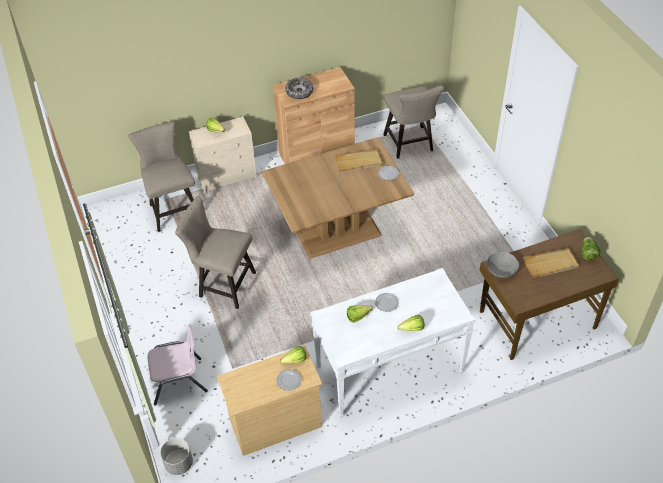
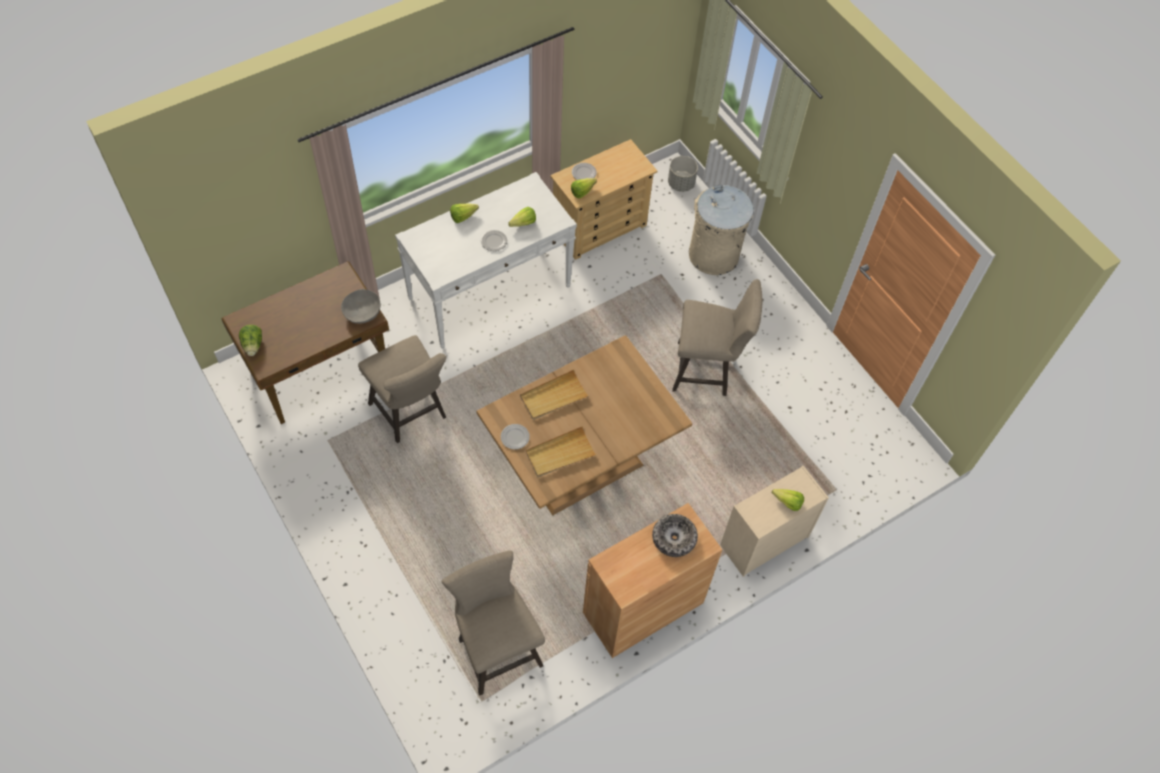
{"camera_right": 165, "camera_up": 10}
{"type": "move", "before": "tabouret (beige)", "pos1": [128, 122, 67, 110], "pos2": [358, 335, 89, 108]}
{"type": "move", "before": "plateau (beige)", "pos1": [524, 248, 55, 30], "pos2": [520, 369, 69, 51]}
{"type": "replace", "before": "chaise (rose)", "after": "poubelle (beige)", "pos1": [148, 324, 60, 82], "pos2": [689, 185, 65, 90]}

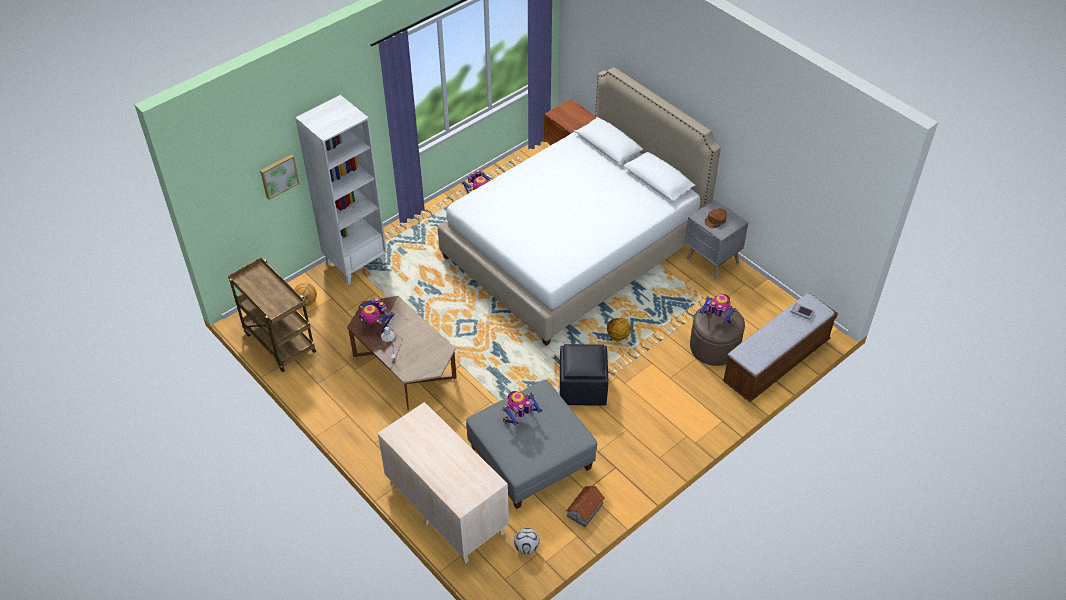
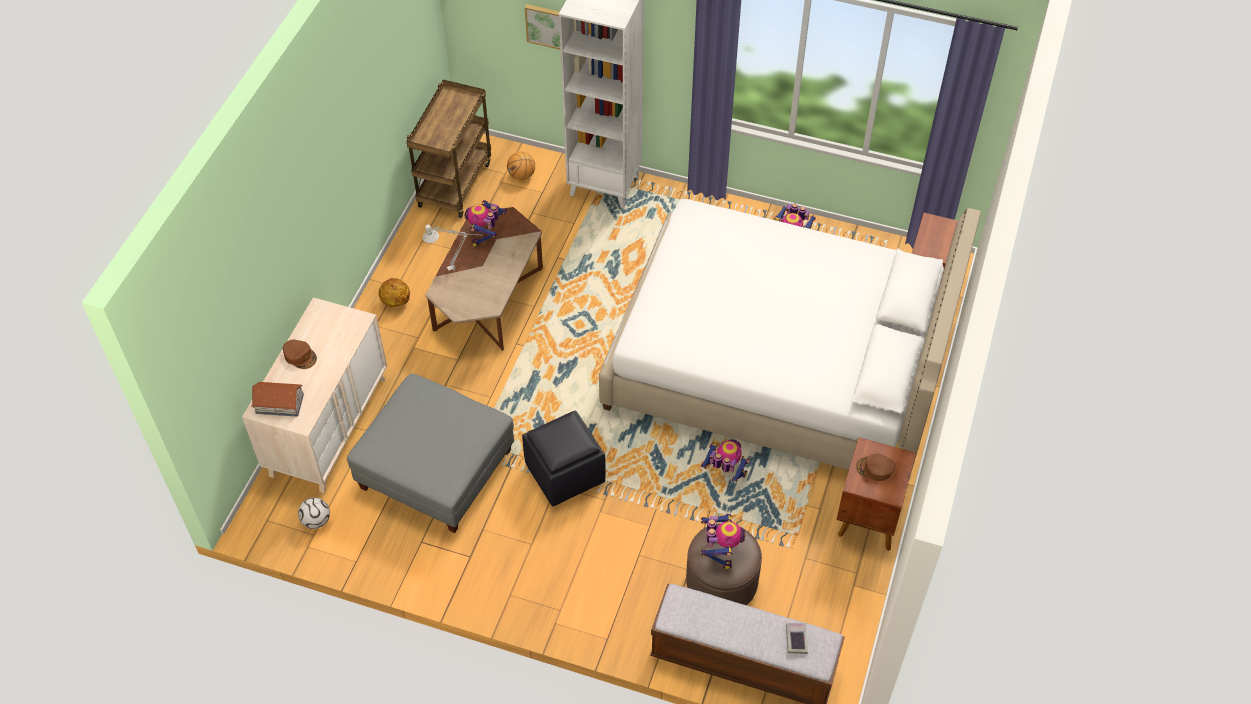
{"camera_right": 60, "camera_up": 5}
{"type": "move", "before": "maison miniature", "pos1": [566, 486, 39, 41], "pos2": [251, 382, 53, 35]}
{"type": "insert", "after": "casquette (marron)", "pos2": [283, 339, 34, 30]}
{"type": "move", "before": "ballon de basket", "pos1": [607, 318, 24, 23], "pos2": [379, 278, 31, 29]}
{"type": "move", "before": "robot jouet", "pos1": [502, 391, 40, 34], "pos2": [701, 439, 49, 43]}
{"type": "recolor", "before": "table de chevet (gris)", "after": "table de chevet (marron)", "pos1": [685, 199, 64, 81], "pos2": [836, 437, 80, 114]}

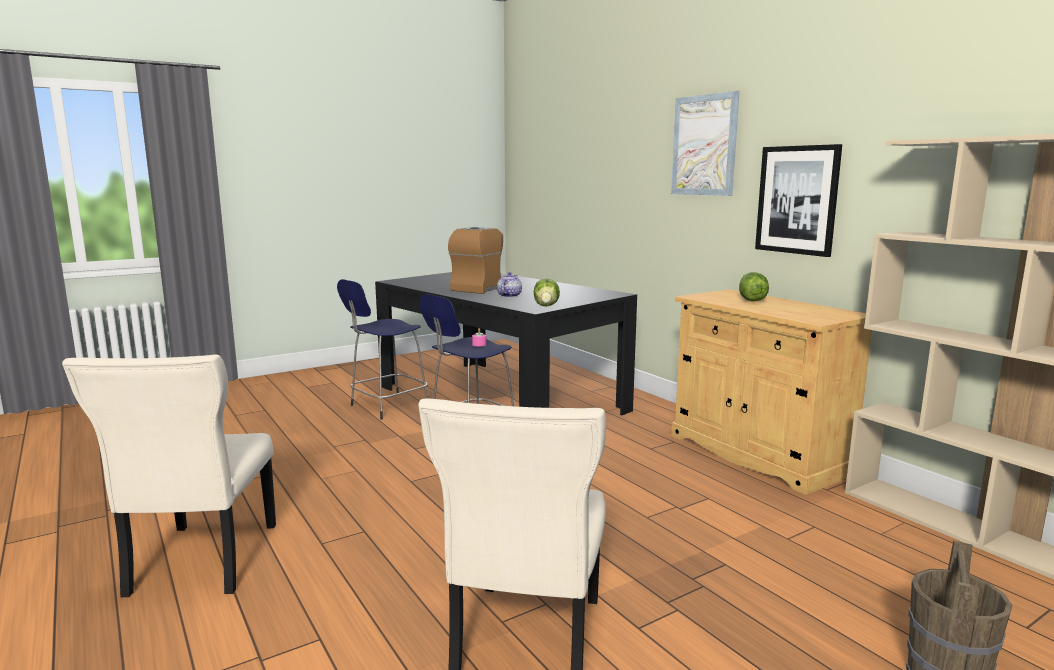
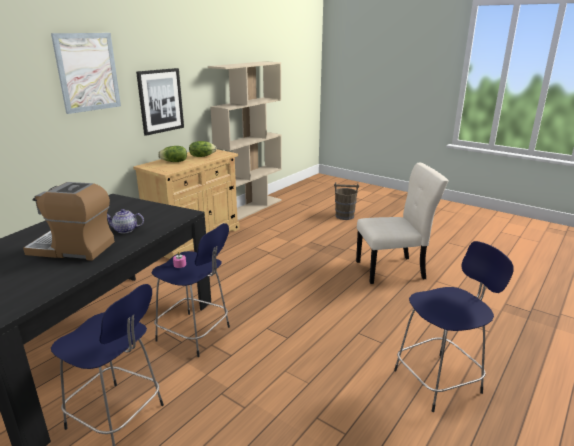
{"camera_right": -110, "camera_up": 10}
{"type": "move", "before": "laitue", "pos1": [534, 278, 26, 28], "pos2": [189, 141, 27, 16]}
{"type": "replace", "before": "chaise (beige)", "after": "tabouret (bleu)", "pos1": [62, 355, 214, 242], "pos2": [394, 241, 120, 171]}

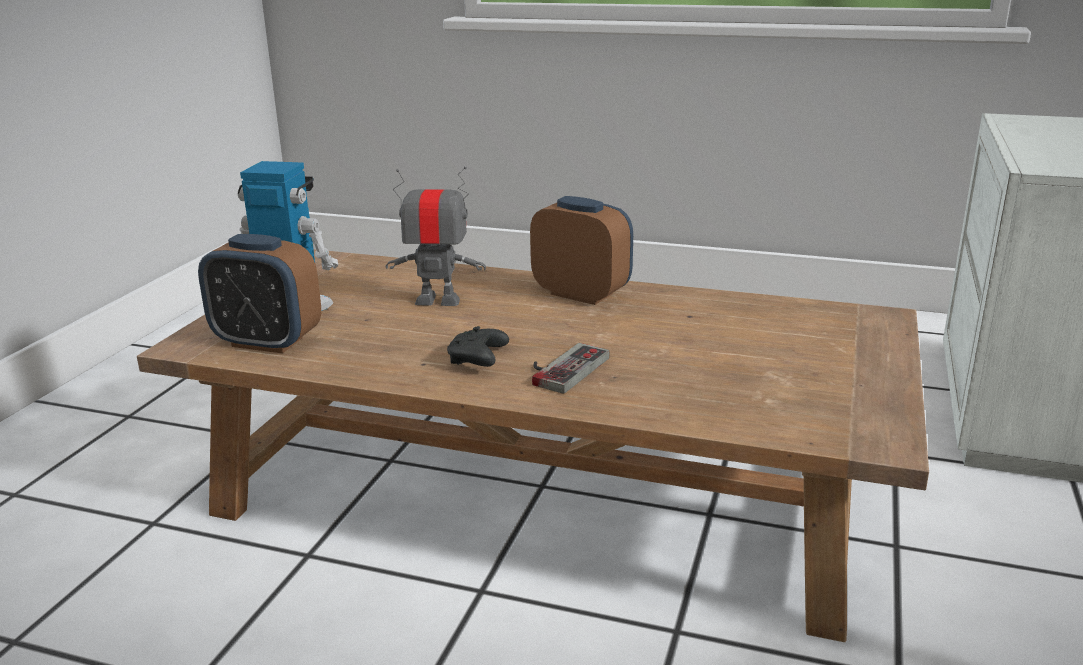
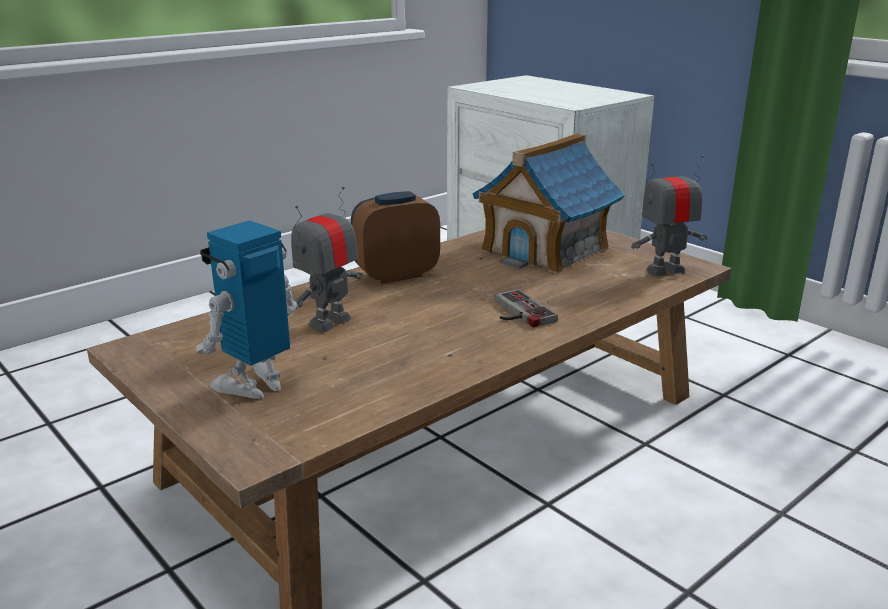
{"camera_right": -60, "camera_up": 0}
{"type": "insert", "after": "maison miniature", "pos2": [472, 133, 153, 141]}
{"type": "insert", "after": "robot jouet", "pos2": [631, 155, 76, 121]}
{"type": "delete", "before": "réveil", "pos1": [198, 234, 123, 119]}
{"type": "delete", "before": "manette (noir)", "pos1": [447, 326, 62, 41]}

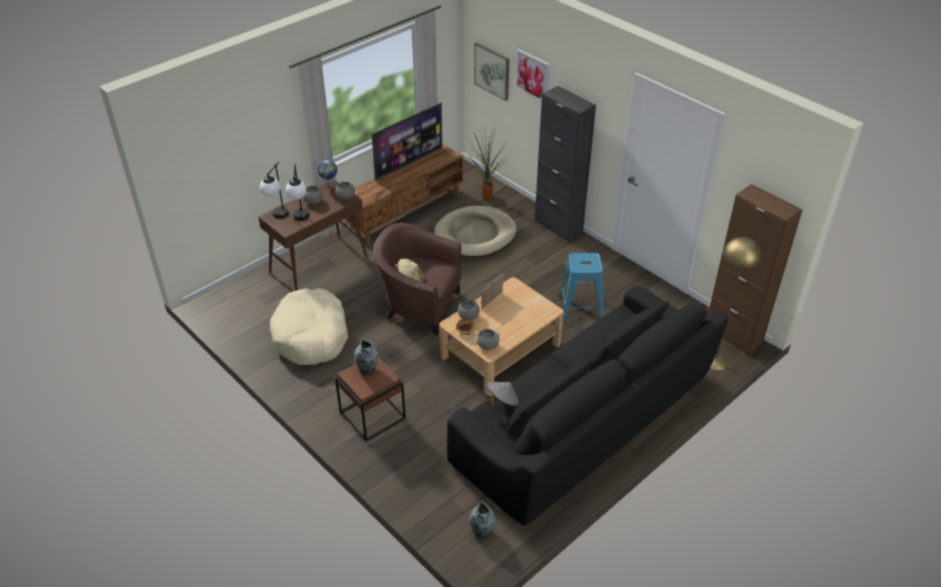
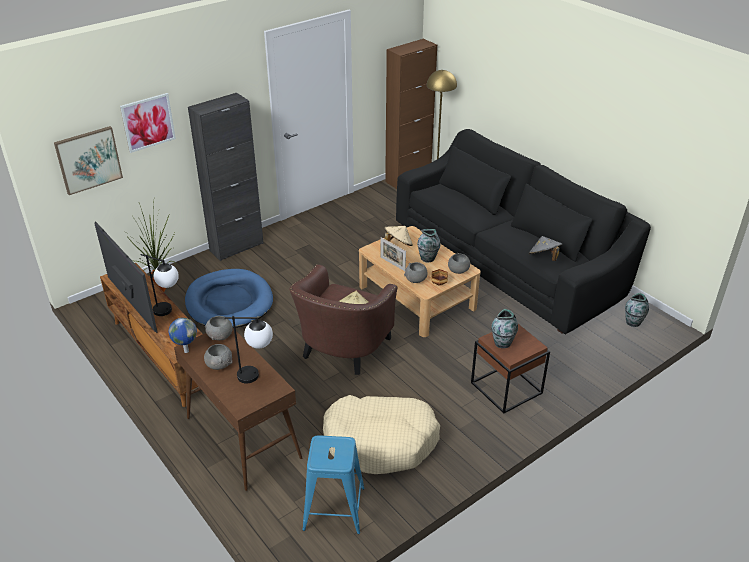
{"camera_right": -85, "camera_up": -5}
{"type": "move", "before": "lampe de table", "pos1": [260, 162, 29, 56], "pos2": [141, 254, 38, 62]}
{"type": "recolor", "before": "panier pour chien (beige)", "after": "panier pour chien (bleu)", "pos1": [434, 206, 83, 51], "pos2": [185, 269, 88, 59]}
{"type": "move", "before": "tabouret (bleu)", "pos1": [559, 253, 44, 69], "pos2": [302, 435, 63, 99]}
{"type": "insert", "after": "chapeau (beige)", "pos2": [385, 226, 28, 20]}
{"type": "insert", "after": "vase", "pos2": [417, 229, 23, 34]}

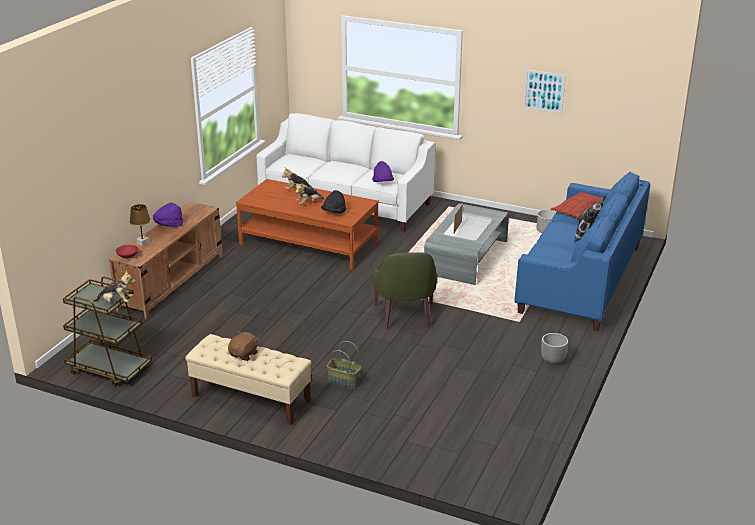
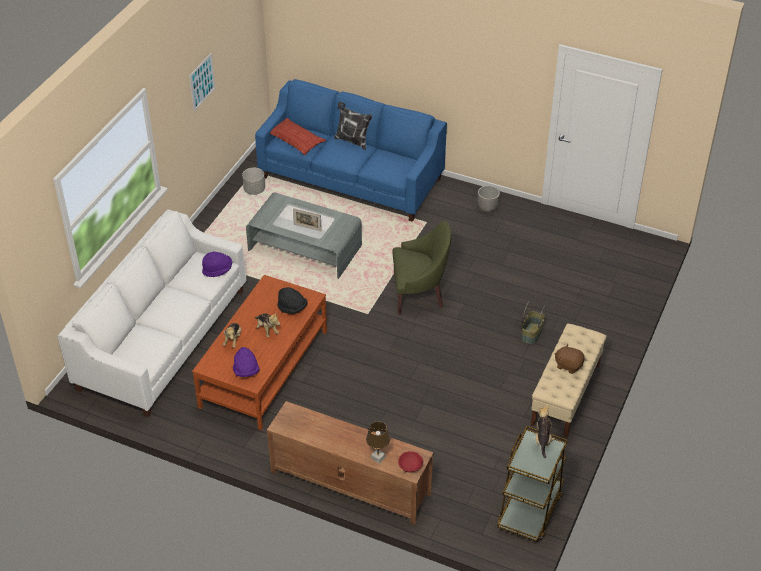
{"camera_right": -90, "camera_up": 15}
{"type": "move", "before": "chapeau (violet)", "pos1": [153, 203, 31, 24], "pos2": [233, 347, 27, 30]}

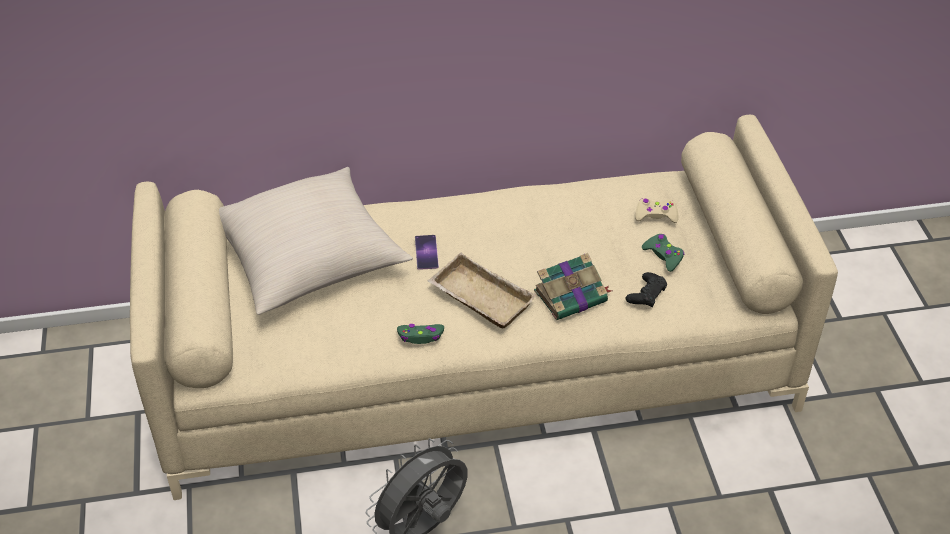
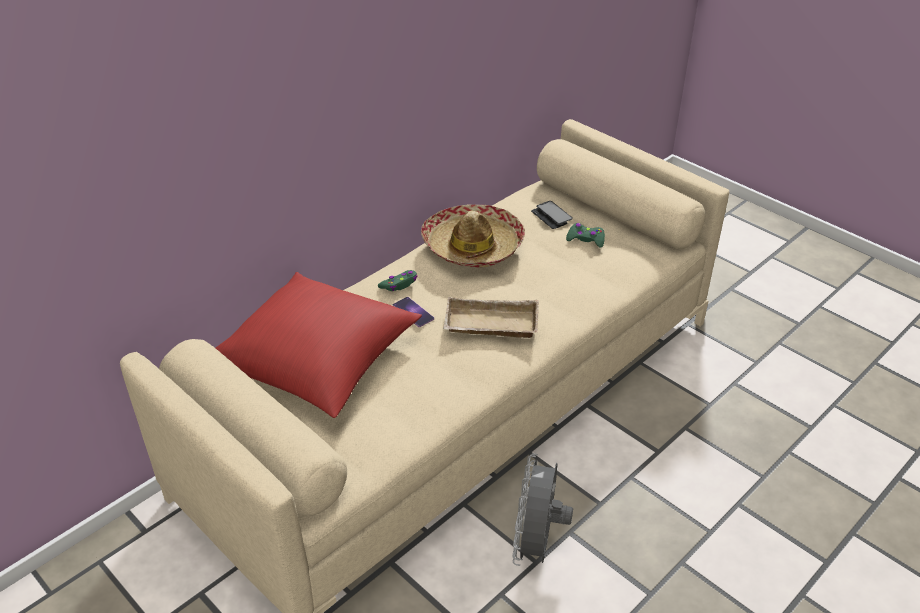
{"camera_right": -35, "camera_up": -5}
{"type": "recolor", "before": "coussin (beige)", "after": "coussin (rouge)", "pos1": [219, 167, 194, 148], "pos2": [216, 272, 206, 146]}
{"type": "move", "before": "manette (vert)", "pos1": [397, 324, 47, 20], "pos2": [378, 270, 40, 21]}
{"type": "insert", "after": "chapeau", "pos2": [421, 204, 104, 64]}
{"type": "replace", "before": "manette (beige)", "after": "téléphone", "pos1": [635, 198, 43, 25], "pos2": [531, 201, 42, 28]}
{"type": "delete", "before": "livre", "pos1": [534, 253, 79, 67]}
{"type": "delete", "before": "manette (noir)", "pos1": [626, 272, 41, 35]}

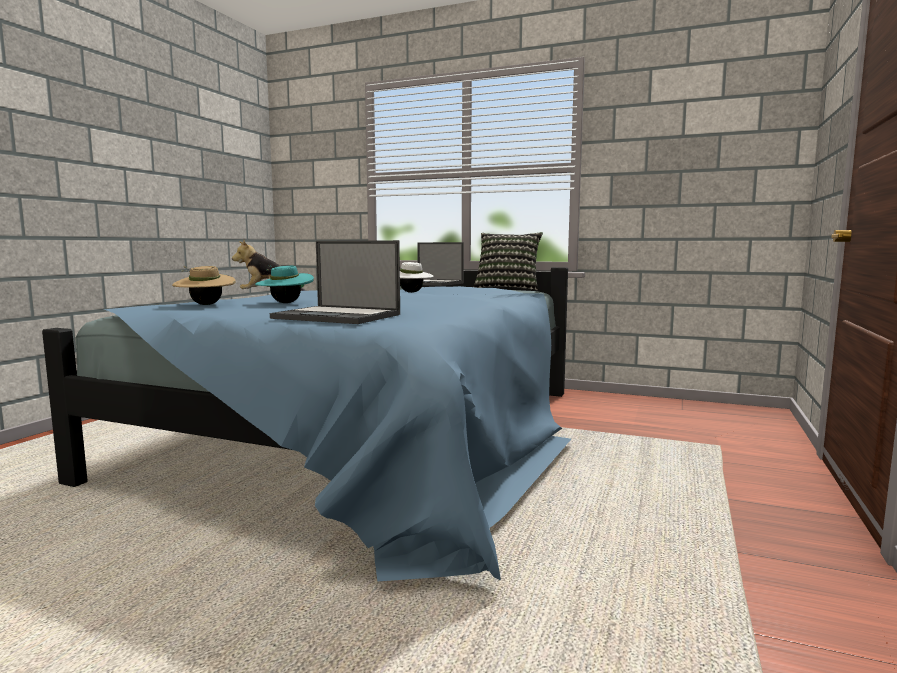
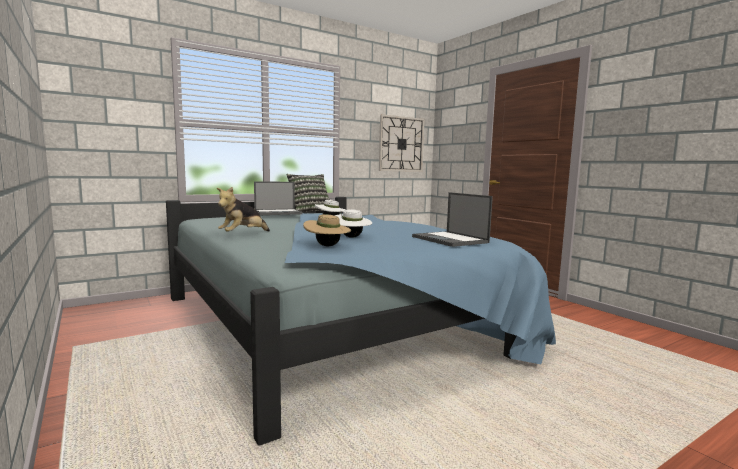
{"camera_right": -55, "camera_up": 0}
{"type": "recolor", "before": "chapeau (turquoise)", "after": "chapeau (blanc)", "pos1": [255, 265, 59, 38], "pos2": [335, 209, 37, 29]}
{"type": "insert", "after": "horloge murale", "pos2": [379, 114, 45, 58]}
{"type": "rotate", "before": "ordinateur portable", "pos1": [270, 240, 130, 84], "pos2": [412, 192, 81, 55], "turn": 90}

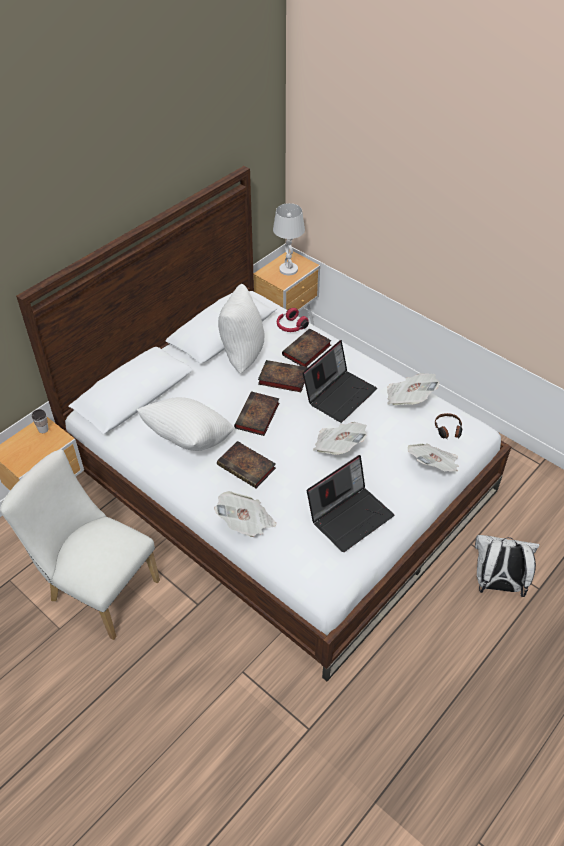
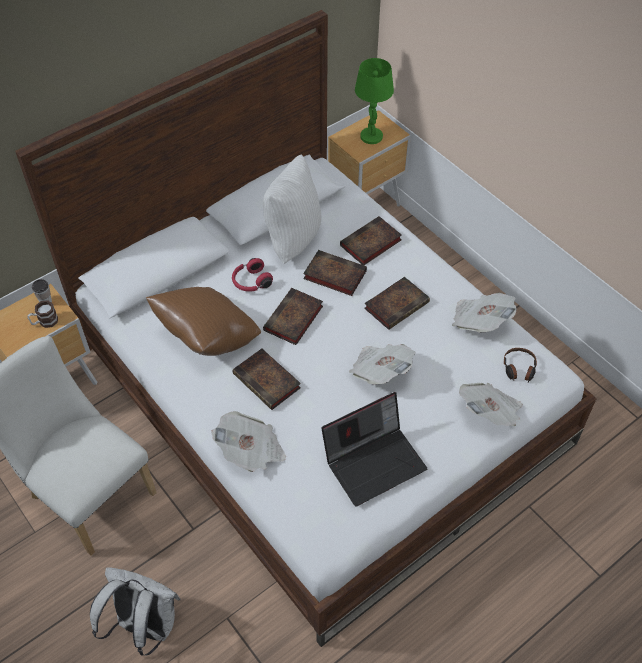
{"camera_right": 10, "camera_up": 5}
{"type": "insert", "after": "mug", "pos2": [28, 300, 30, 28]}
{"type": "move", "before": "sac à dos (blanc)", "pos1": [475, 535, 65, 62], "pos2": [90, 567, 91, 88]}
{"type": "recolor", "before": "coussin (blanc)", "after": "coussin (marron)", "pos1": [136, 397, 98, 54], "pos2": [146, 287, 115, 69]}
{"type": "move", "before": "casque audio (rouge)", "pos1": [277, 308, 32, 24], "pos2": [232, 258, 41, 34]}
{"type": "recolor", "before": "lampe de table (blanc)", "after": "lampe de table (vert)", "pos1": [273, 203, 32, 72], "pos2": [355, 58, 39, 86]}
{"type": "replace", "before": "ordinateur portable", "after": "livre", "pos1": [303, 340, 74, 83], "pos2": [364, 277, 66, 53]}

